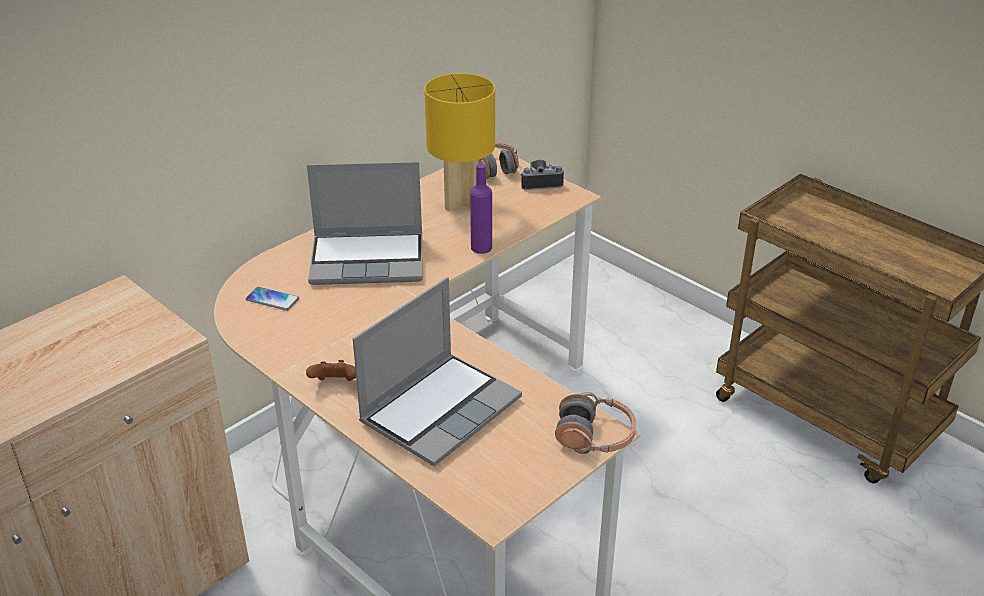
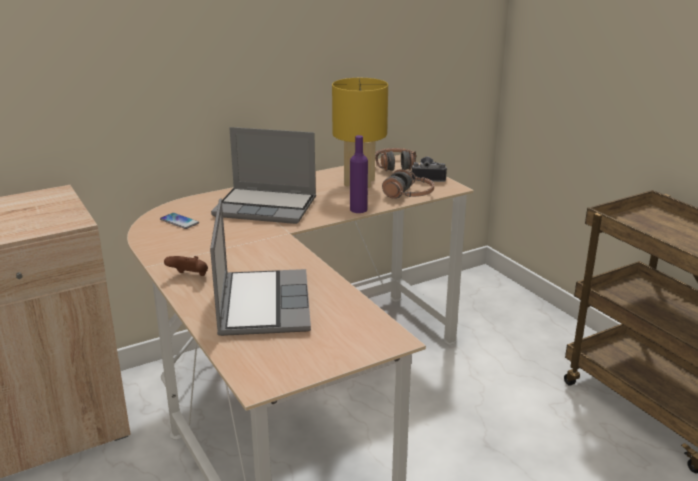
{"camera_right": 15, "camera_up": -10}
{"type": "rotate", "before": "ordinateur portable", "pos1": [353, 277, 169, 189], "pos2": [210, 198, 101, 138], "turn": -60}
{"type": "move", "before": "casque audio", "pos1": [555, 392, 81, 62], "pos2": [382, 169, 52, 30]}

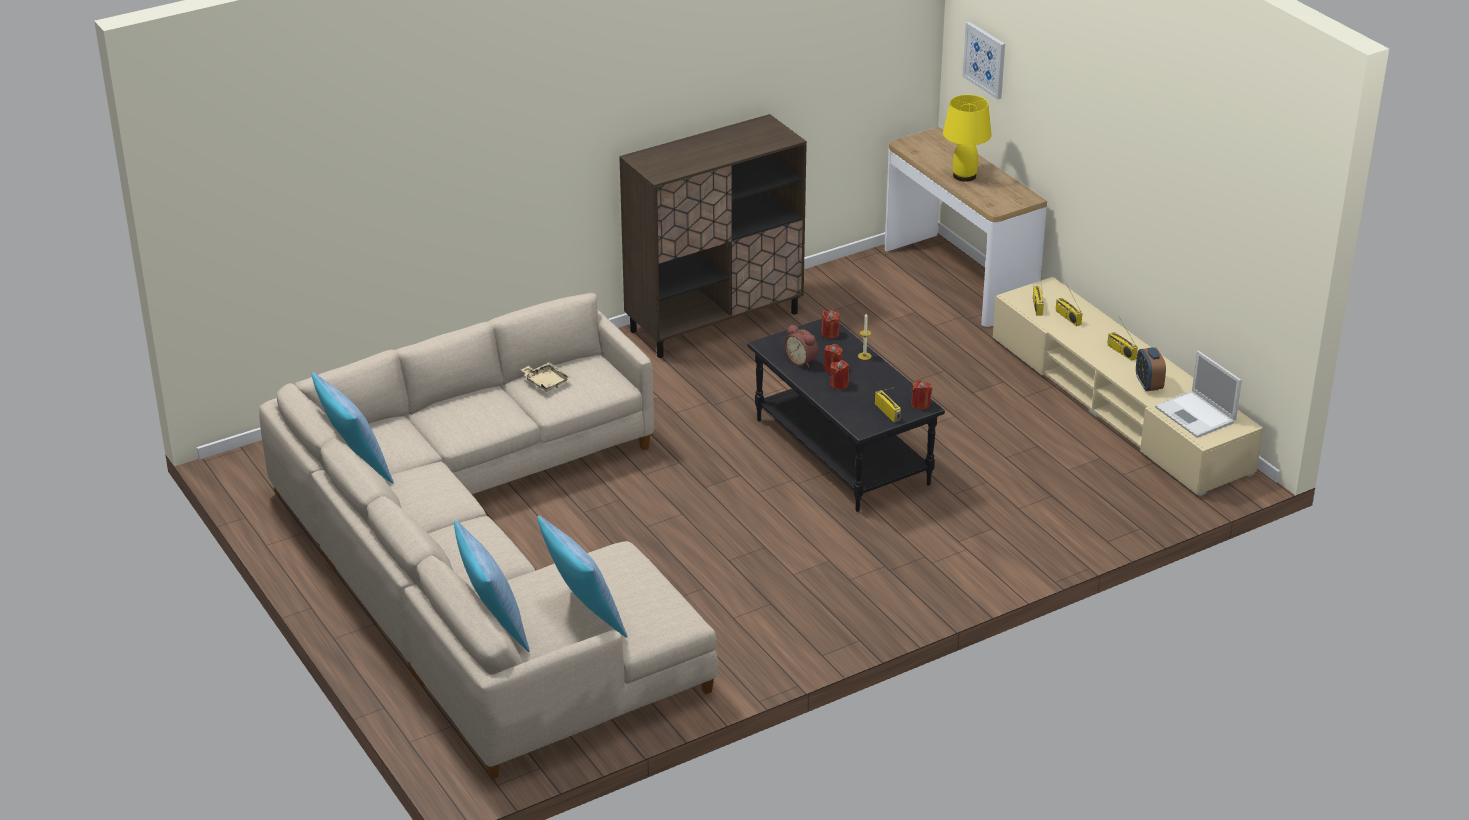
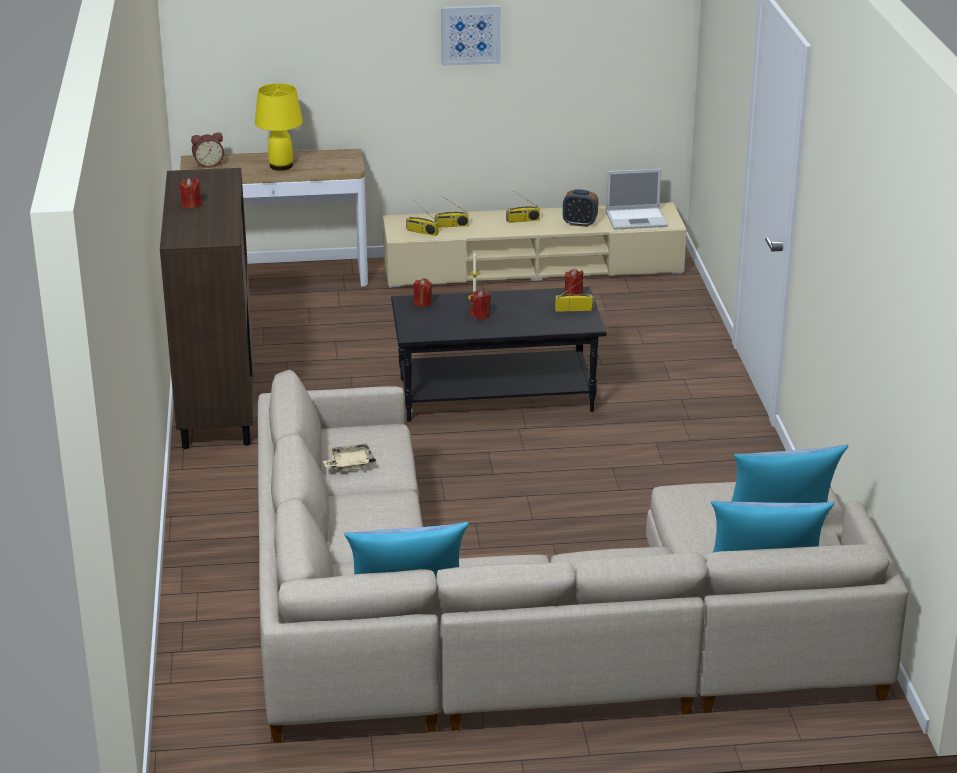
{"camera_right": -65, "camera_up": -5}
{"type": "move", "before": "bougie (rouge)", "pos1": [830, 360, 19, 29], "pos2": [179, 178, 23, 31]}
{"type": "move", "before": "réveil", "pos1": [784, 324, 34, 44], "pos2": [191, 133, 33, 35]}
{"type": "move", "before": "tableau", "pos1": [963, 22, 42, 77], "pos2": [441, 5, 60, 61]}

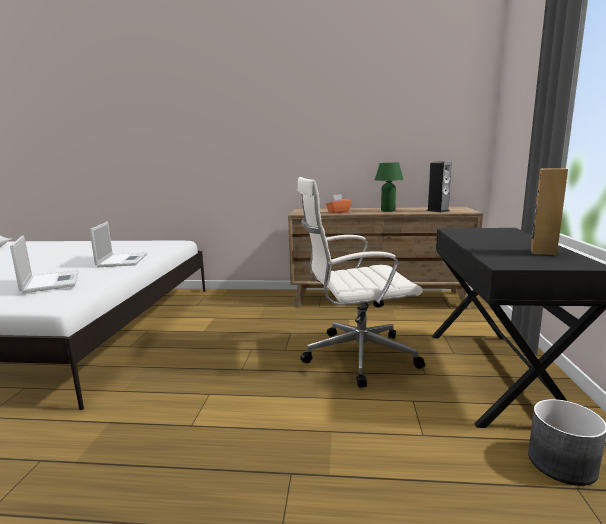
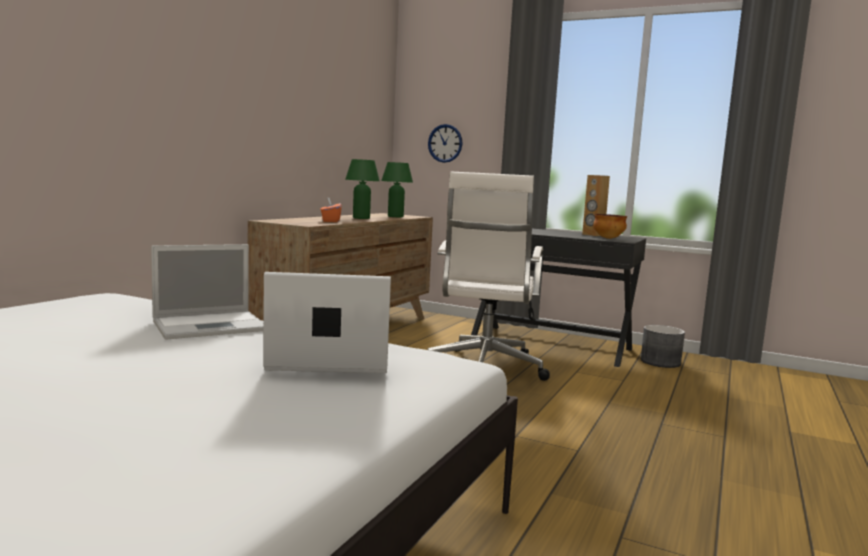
{"camera_right": -70, "camera_up": -5}
{"type": "rotate", "before": "ordinateur portable", "pos1": [89, 222, 58, 45], "pos2": [151, 244, 112, 96], "turn": 135}
{"type": "replace", "before": "enceinte", "after": "lampe de table (vert)", "pos1": [426, 162, 26, 50], "pos2": [381, 162, 32, 55]}
{"type": "insert", "after": "horloge murale", "pos2": [428, 124, 34, 39]}
{"type": "insert", "after": "bol", "pos2": [593, 214, 34, 25]}

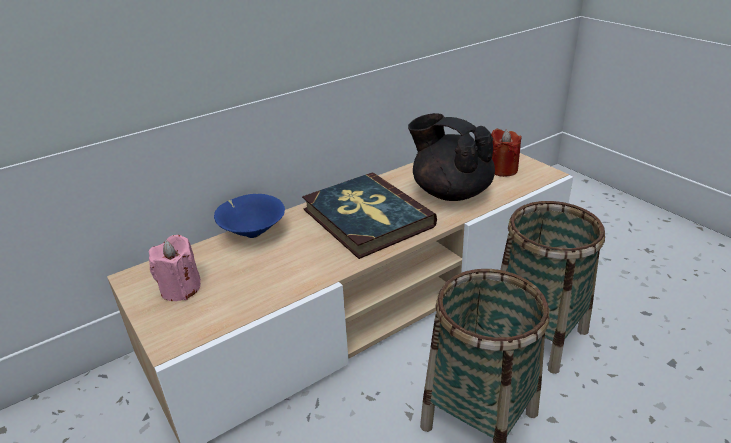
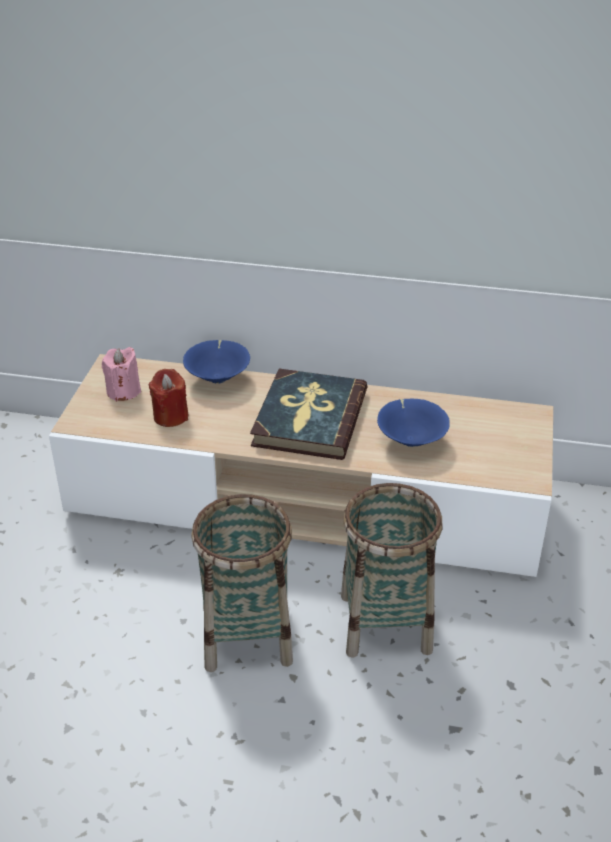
{"camera_right": 45, "camera_up": 5}
{"type": "move", "before": "bougie (rouge)", "pos1": [491, 129, 31, 48], "pos2": [149, 369, 39, 58]}
{"type": "replace", "before": "théière (noir)", "after": "bol (bleu)", "pos1": [408, 113, 87, 88], "pos2": [377, 399, 73, 48]}

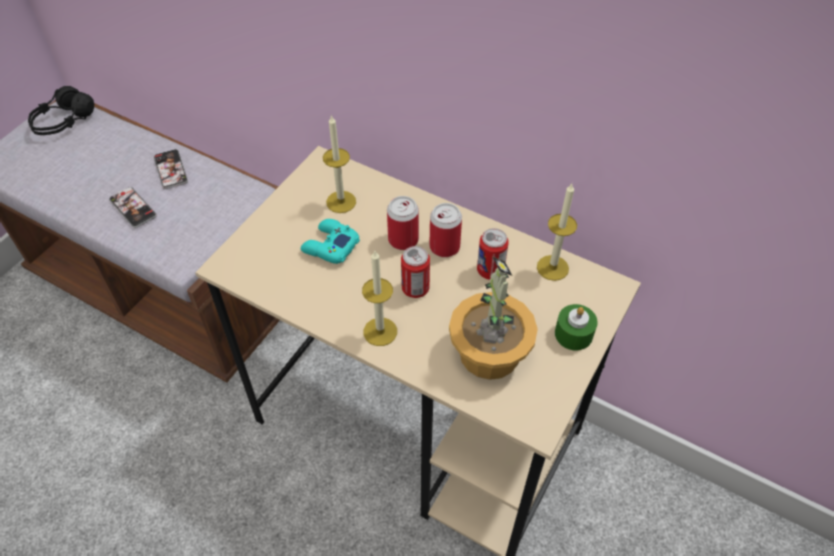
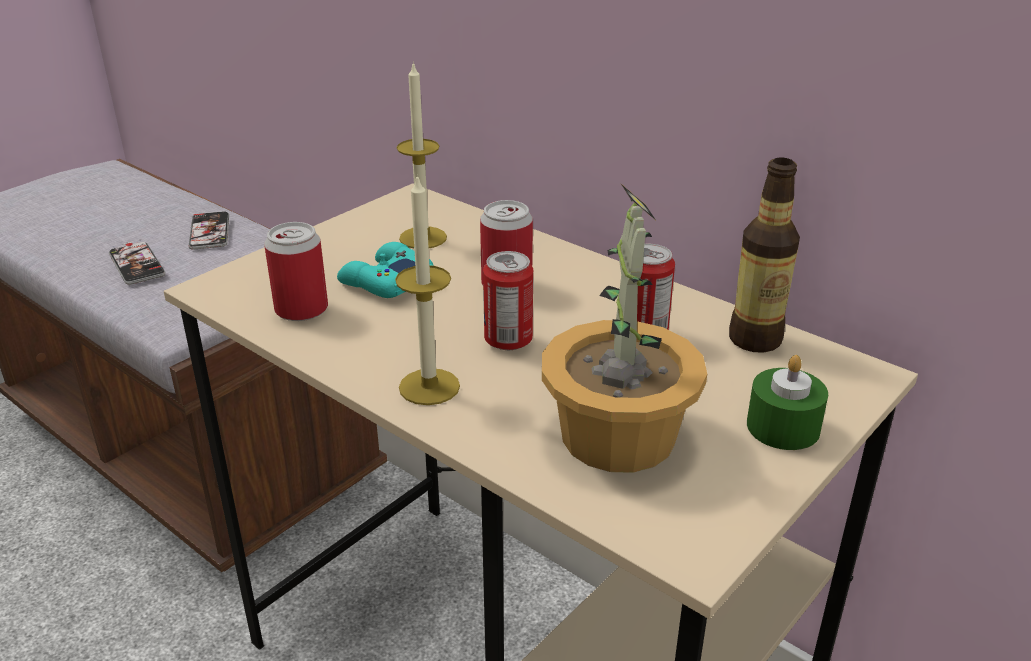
{"camera_right": 10, "camera_up": -20}
{"type": "move", "before": "boîte métallique", "pos1": [429, 203, 33, 54], "pos2": [264, 222, 64, 99]}
{"type": "replace", "before": "bougie", "after": "bouteille", "pos1": [537, 184, 40, 97], "pos2": [729, 157, 71, 196]}
{"type": "delete", "before": "casque audio (noir)", "pos1": [28, 86, 66, 49]}

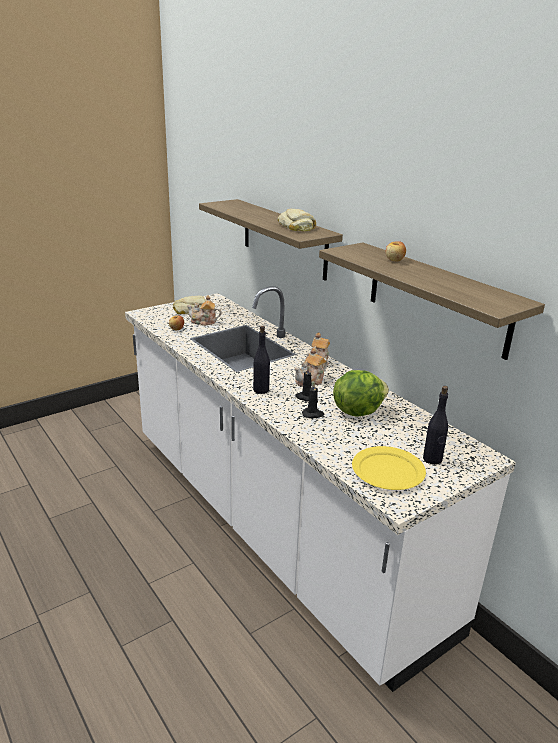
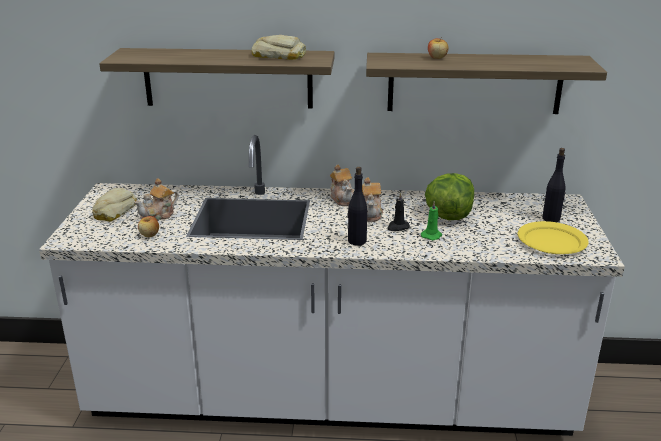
{"camera_right": -50, "camera_up": 0}
{"type": "recolor", "before": "bougie (noir)", "after": "bougie (vert)", "pos1": [302, 382, 22, 36], "pos2": [421, 201, 21, 39]}

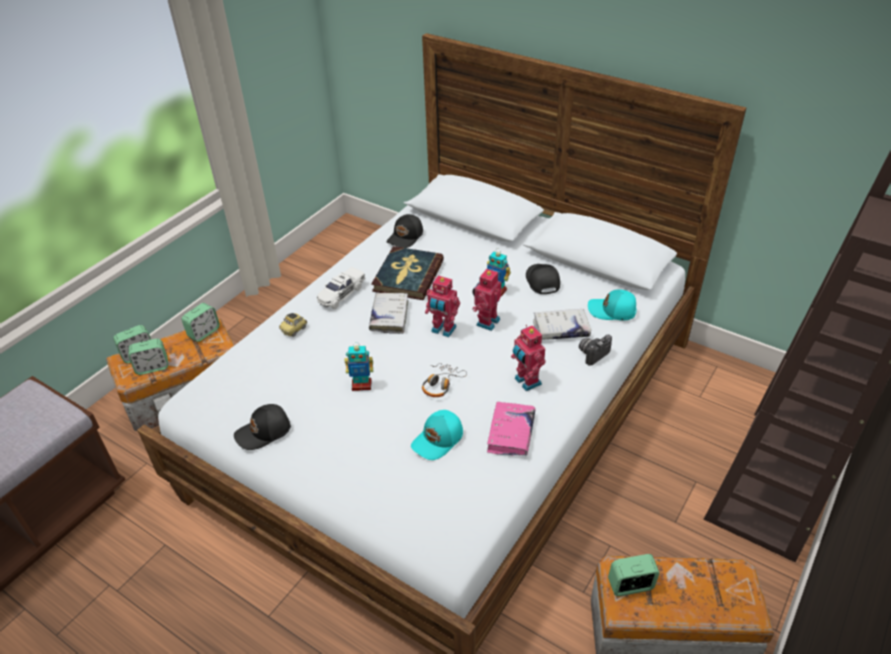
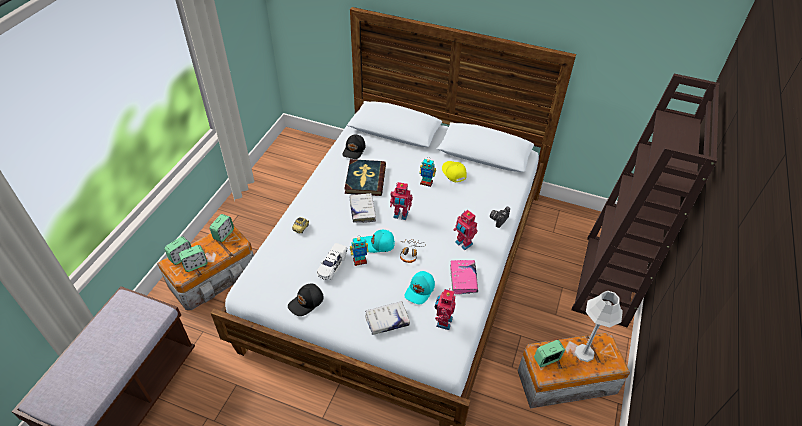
{"camera_right": -15, "camera_up": 5}
{"type": "move", "before": "petite voiture (blanc)", "pos1": [317, 267, 49, 42], "pos2": [317, 243, 31, 37]}
{"type": "move", "before": "casquette (turquoise)", "pos1": [588, 289, 49, 31], "pos2": [364, 230, 31, 23]}
{"type": "move", "before": "livre (blanc)", "pos1": [533, 309, 58, 31], "pos2": [365, 302, 45, 33]}
{"type": "move", "before": "robot jouet", "pos1": [472, 268, 29, 63], "pos2": [435, 288, 20, 42]}
{"type": "recolor", "before": "casquette (noir)", "after": "casquette (jaune)", "pos1": [526, 264, 34, 30], "pos2": [442, 161, 25, 21]}
{"type": "insert", "after": "lampe de table (gris)", "pos2": [575, 291, 48, 71]}

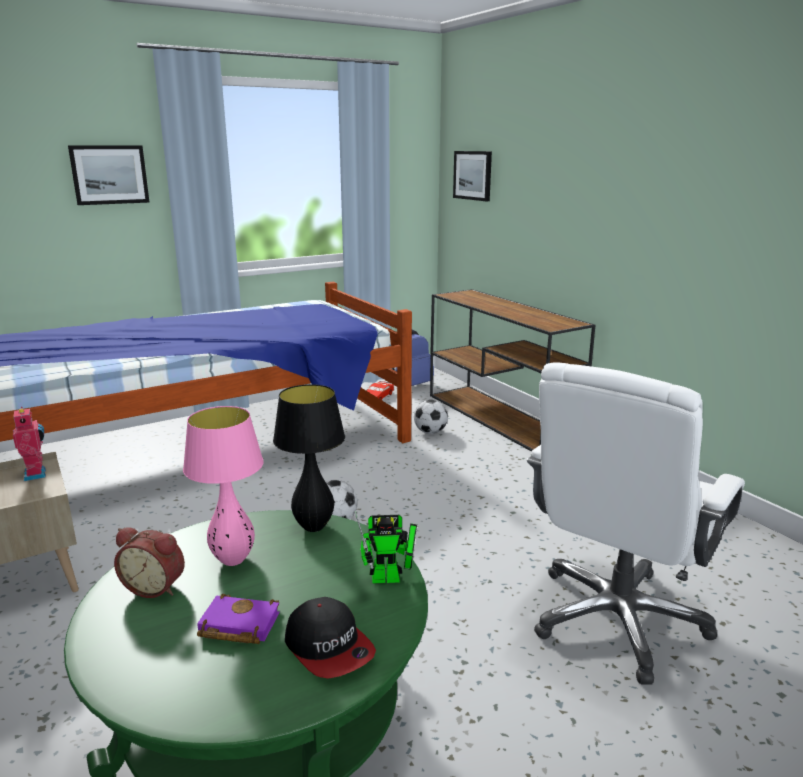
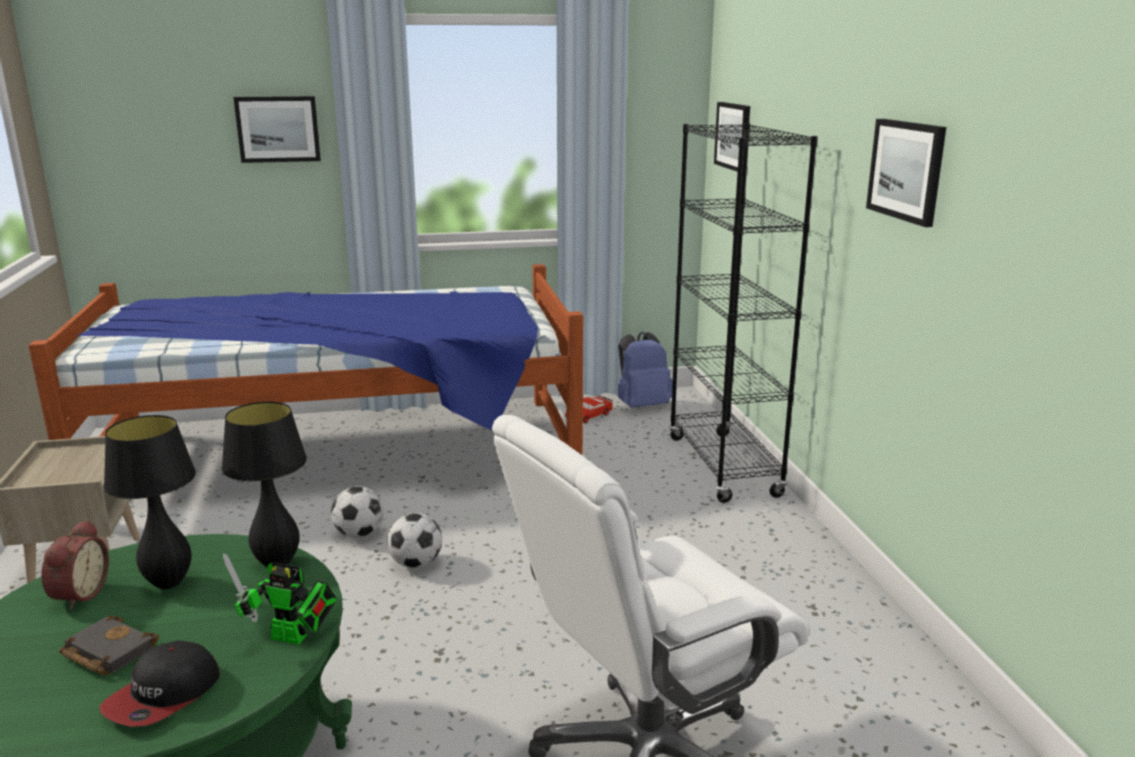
{"camera_right": 20, "camera_up": 0}
{"type": "rotate", "before": "réveil", "pos1": [114, 527, 71, 71], "pos2": [41, 520, 68, 90], "turn": -120}
{"type": "recolor", "before": "livre (violet)", "after": "livre (noir)", "pos1": [197, 594, 83, 50], "pos2": [59, 615, 100, 60]}
{"type": "rotate", "before": "casquette", "pos1": [285, 597, 91, 82], "pos2": [99, 641, 121, 86], "turn": 45}
{"type": "recolor", "before": "lampe de table (rose)", "after": "lampe de table (noir)", "pos1": [183, 406, 81, 160], "pos2": [104, 415, 92, 174]}
{"type": "move", "before": "ballon de foot", "pos1": [414, 400, 34, 34], "pos2": [331, 486, 52, 52]}
{"type": "replace", "before": "table console (marron)", "after": "bibliothèque (noir)", "pos1": [430, 289, 165, 163], "pos2": [669, 123, 149, 380]}
{"type": "insert", "after": "tableau", "pos2": [866, 119, 80, 108]}
{"type": "delete", "before": "robot jouet", "pos1": [13, 407, 33, 74]}

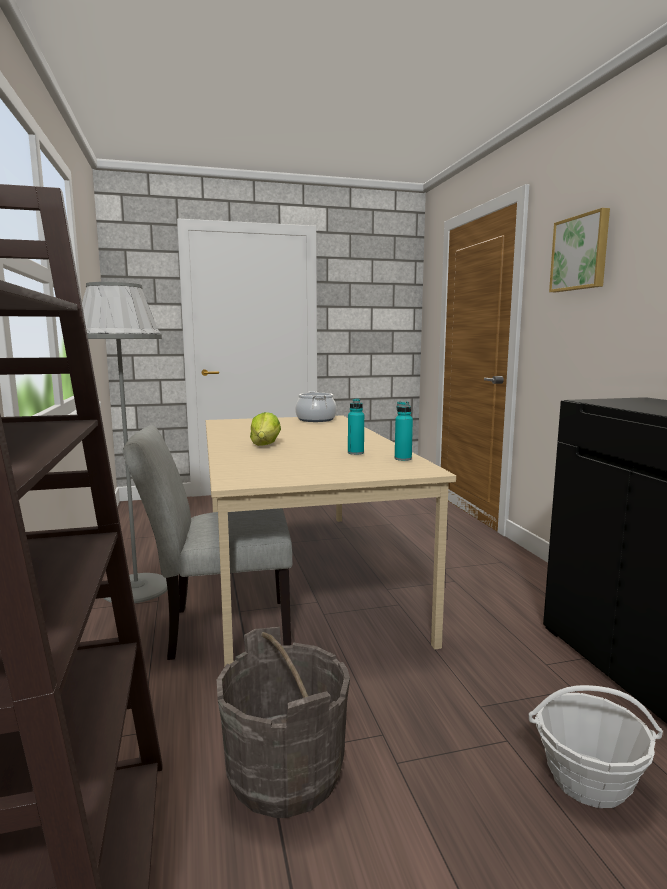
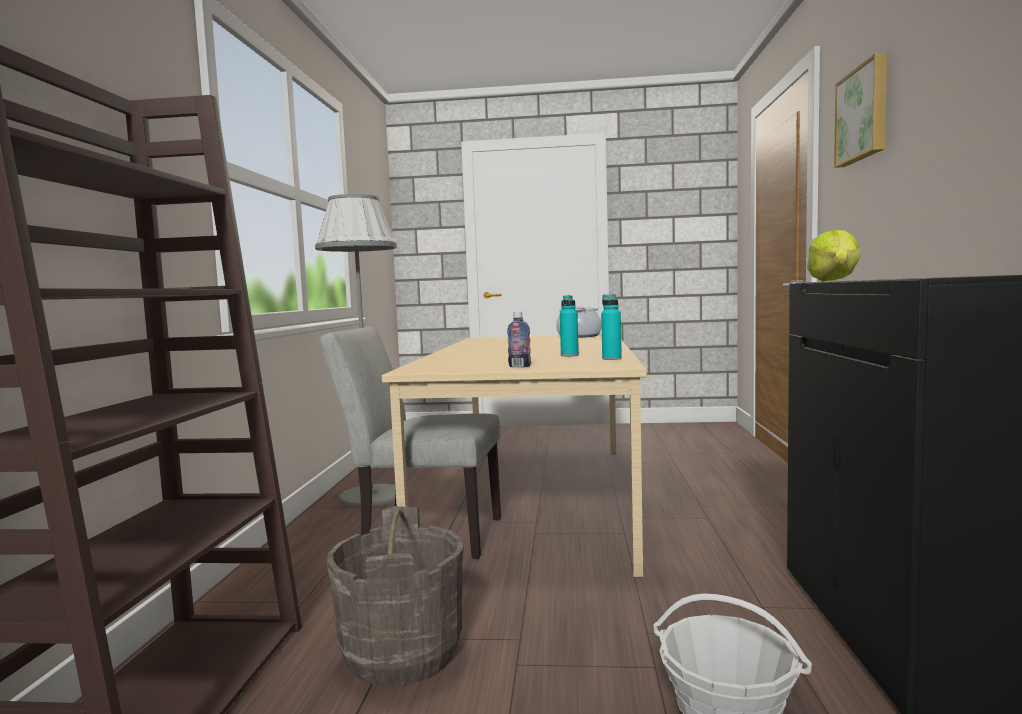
{"camera_right": 20, "camera_up": -5}
{"type": "insert", "after": "bouteille", "pos2": [507, 312, 24, 55]}
{"type": "move", "before": "laitue", "pos1": [250, 412, 31, 34], "pos2": [807, 230, 54, 51]}

